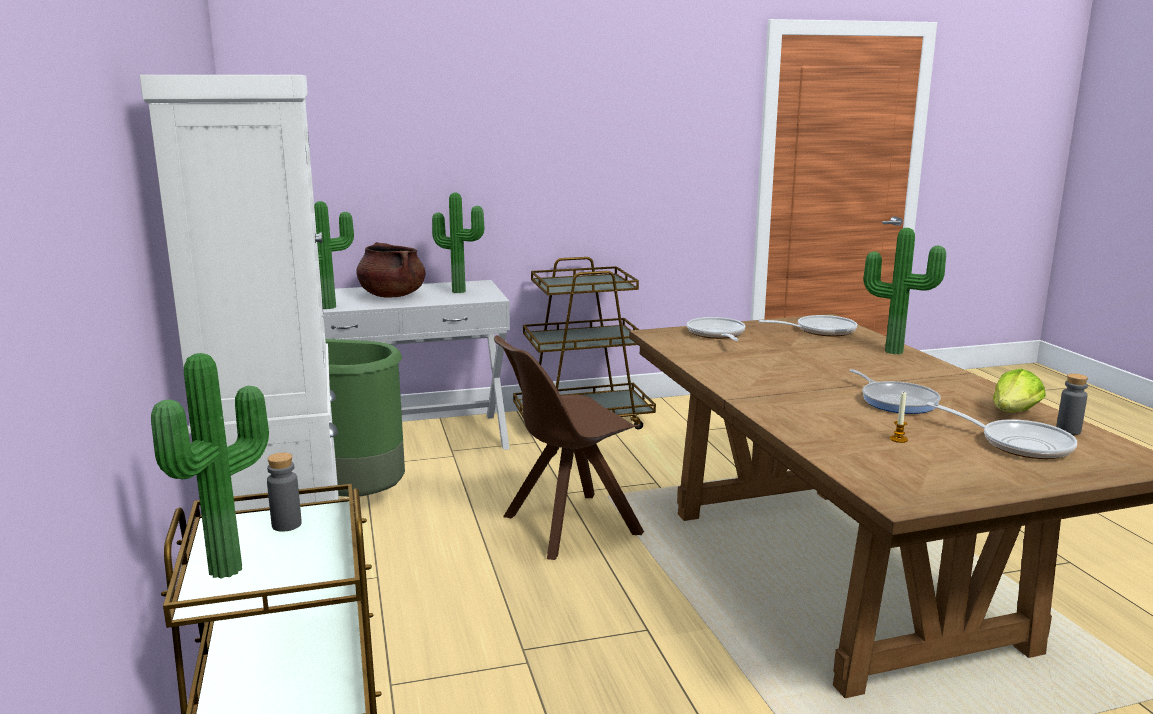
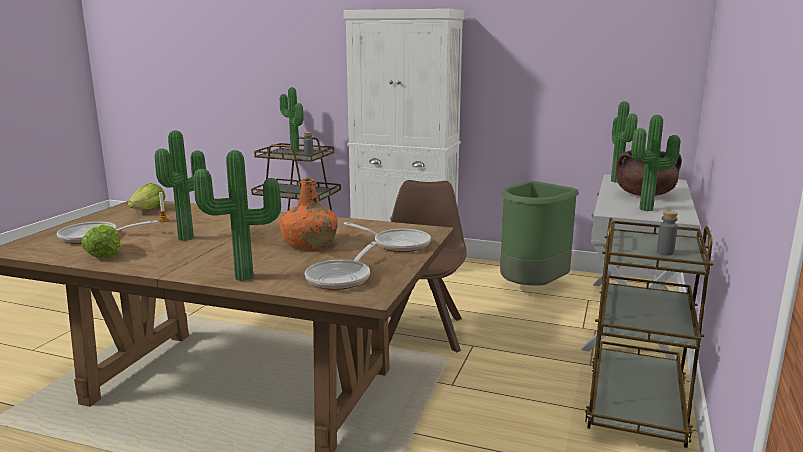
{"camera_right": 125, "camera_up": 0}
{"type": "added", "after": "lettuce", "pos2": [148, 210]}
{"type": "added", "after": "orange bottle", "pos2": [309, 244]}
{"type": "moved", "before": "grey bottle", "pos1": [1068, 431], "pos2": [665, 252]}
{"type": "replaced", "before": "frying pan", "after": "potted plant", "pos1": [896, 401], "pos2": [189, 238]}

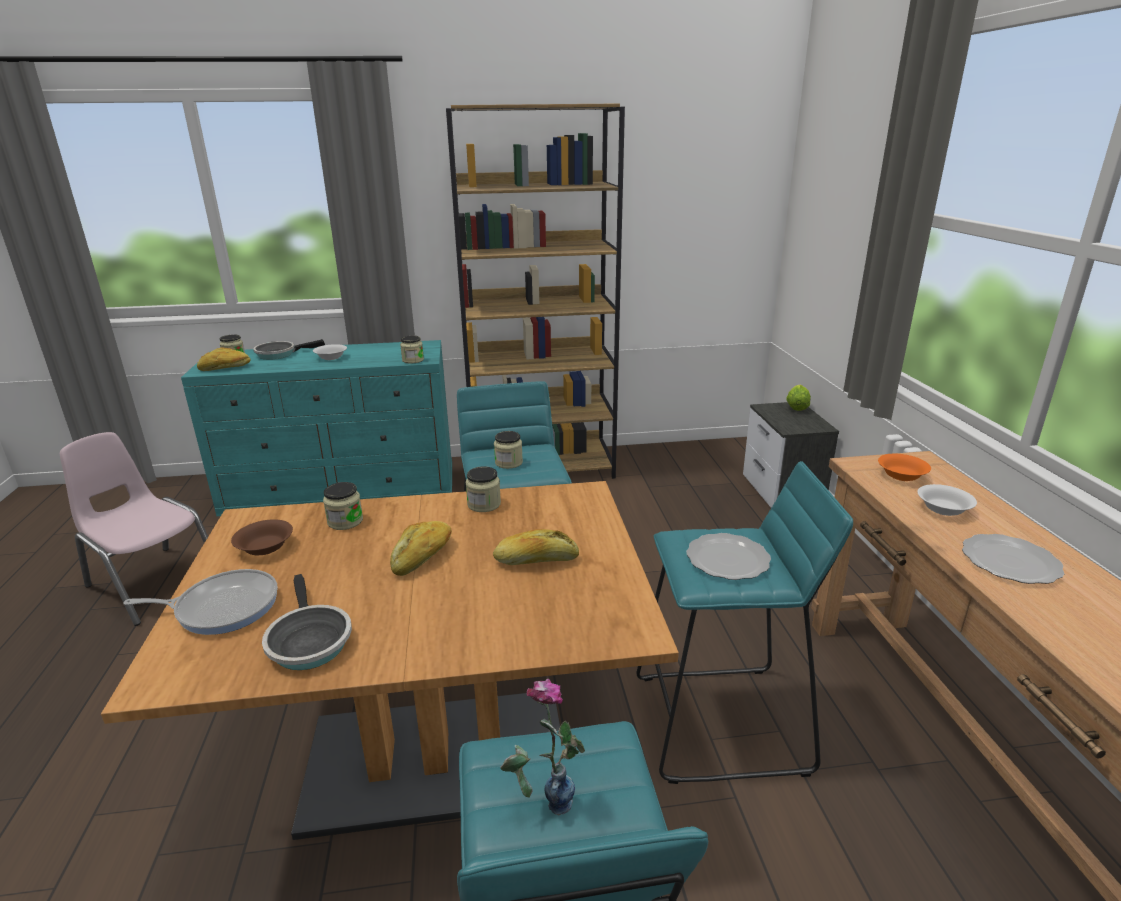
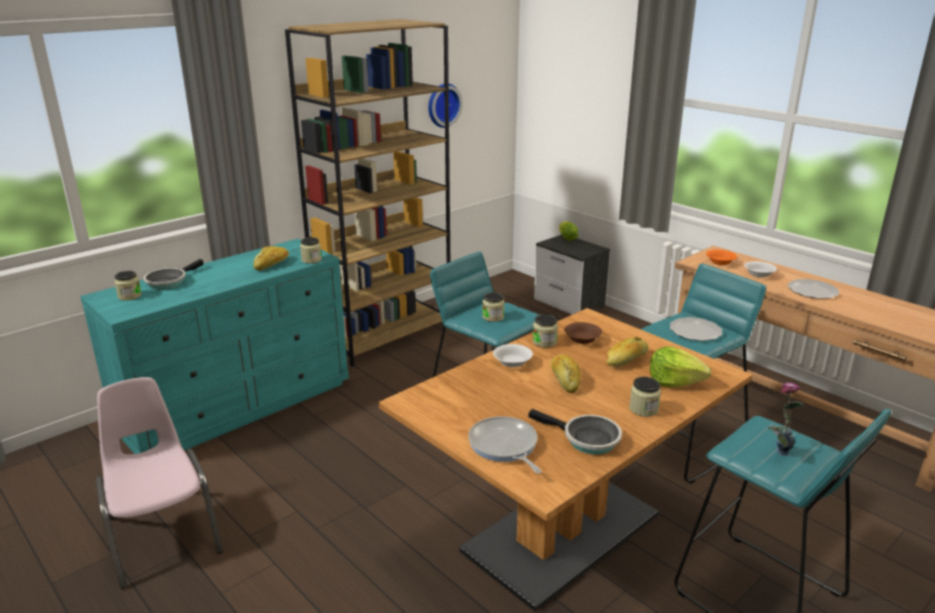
{"camera_right": -35, "camera_up": 0}
{"type": "added", "after": "wall clock", "pos2": [442, 105]}
{"type": "added", "after": "lettuce", "pos2": [674, 381]}
{"type": "moved", "before": "bread", "pos1": [225, 368], "pos2": [272, 264]}
{"type": "moved", "before": "brown bowl", "pos1": [266, 548], "pos2": [583, 339]}
{"type": "moved", "before": "white bowl", "pos1": [330, 358], "pos2": [512, 363]}
{"type": "moved", "before": "jar", "pos1": [345, 521], "pos2": [643, 409]}
{"type": "turned", "before": "pink chair", "pos1": [155, 582], "pos2": [163, 535], "turn": 60}
{"type": "turned", "before": "frying pan", "pos1": [222, 607], "pos2": [504, 446], "turn": -75}

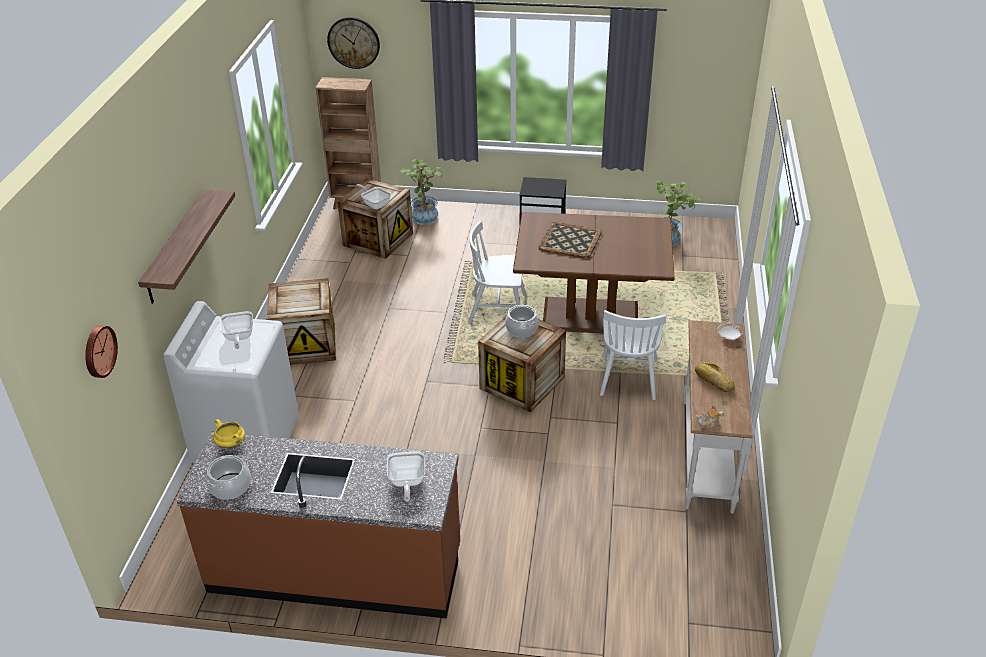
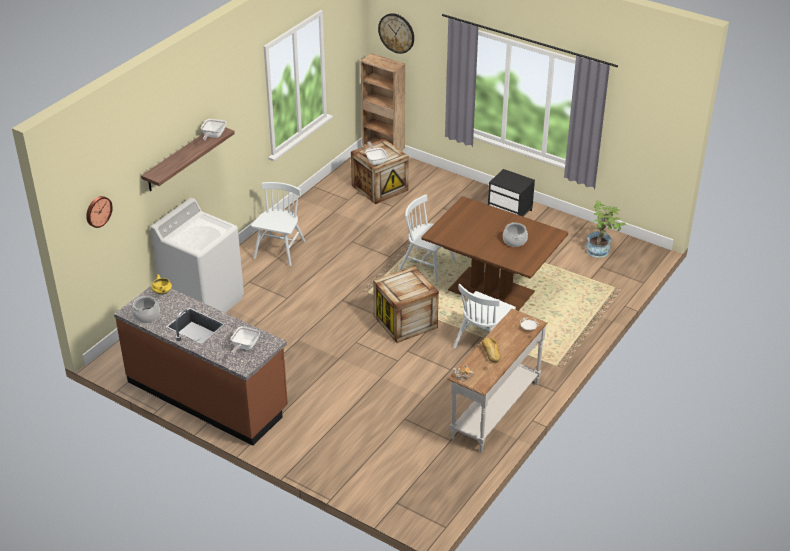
{"camera_right": 25, "camera_up": 0}
{"type": "removed", "before": "potted plant", "pos1": [424, 215]}
{"type": "removed", "before": "tray", "pos1": [569, 240]}
{"type": "moved", "before": "frying pan", "pos1": [238, 338], "pos2": [213, 136]}
{"type": "moved", "before": "cooking pot", "pos1": [522, 329], "pos2": [515, 241]}
{"type": "replaced", "before": "crate", "after": "white chair", "pos1": [306, 344], "pos2": [280, 250]}

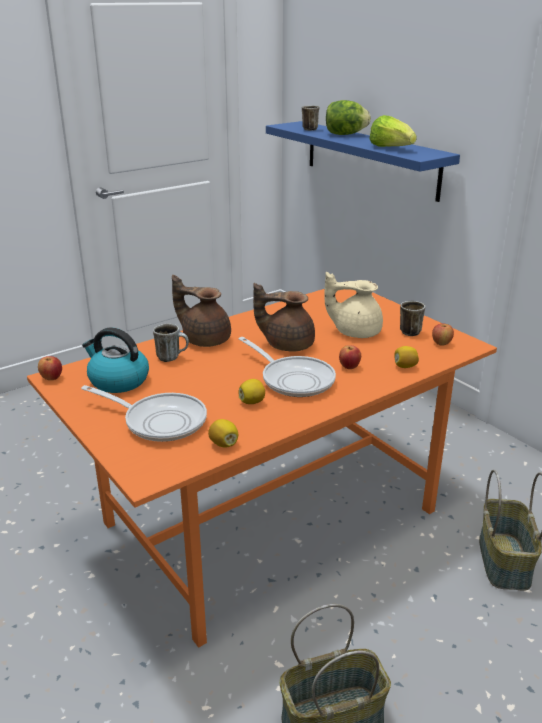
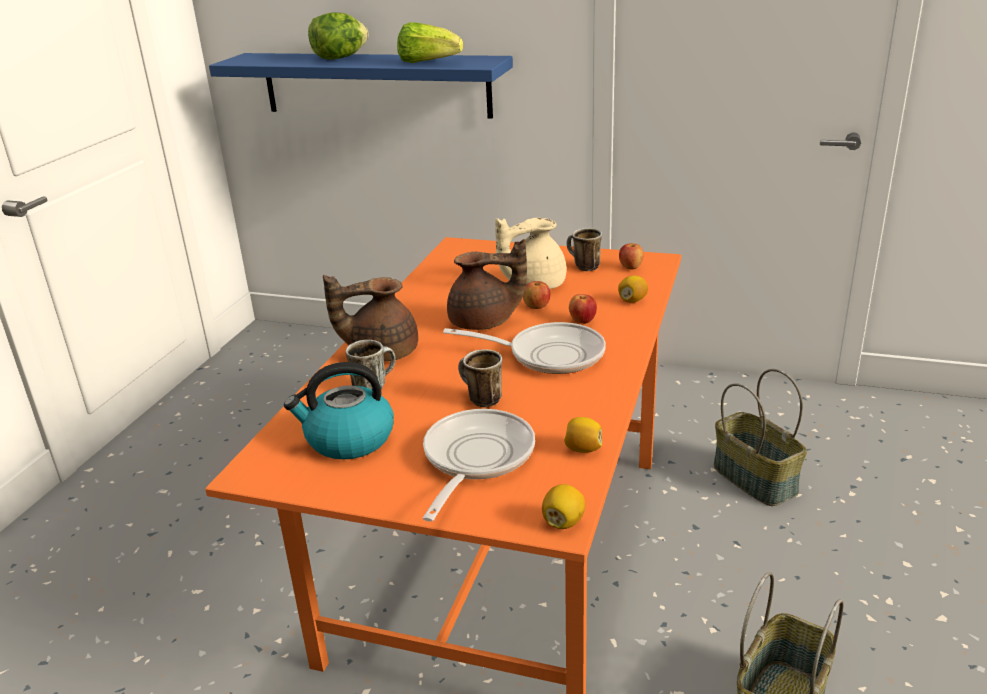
{"camera_right": -35, "camera_up": 0}
{"type": "moved", "before": "apple", "pos1": [51, 378], "pos2": [536, 307]}
{"type": "moved", "before": "lemon", "pos1": [252, 402], "pos2": [563, 522]}
{"type": "moved", "before": "mug", "pos1": [308, 129], "pos2": [479, 399]}
{"type": "turned", "before": "frying pan", "pos1": [160, 421], "pos2": [475, 459], "turn": -60}
{"type": "turned", "before": "brown teapot", "pos1": [287, 344], "pos2": [484, 323], "turn": -150}

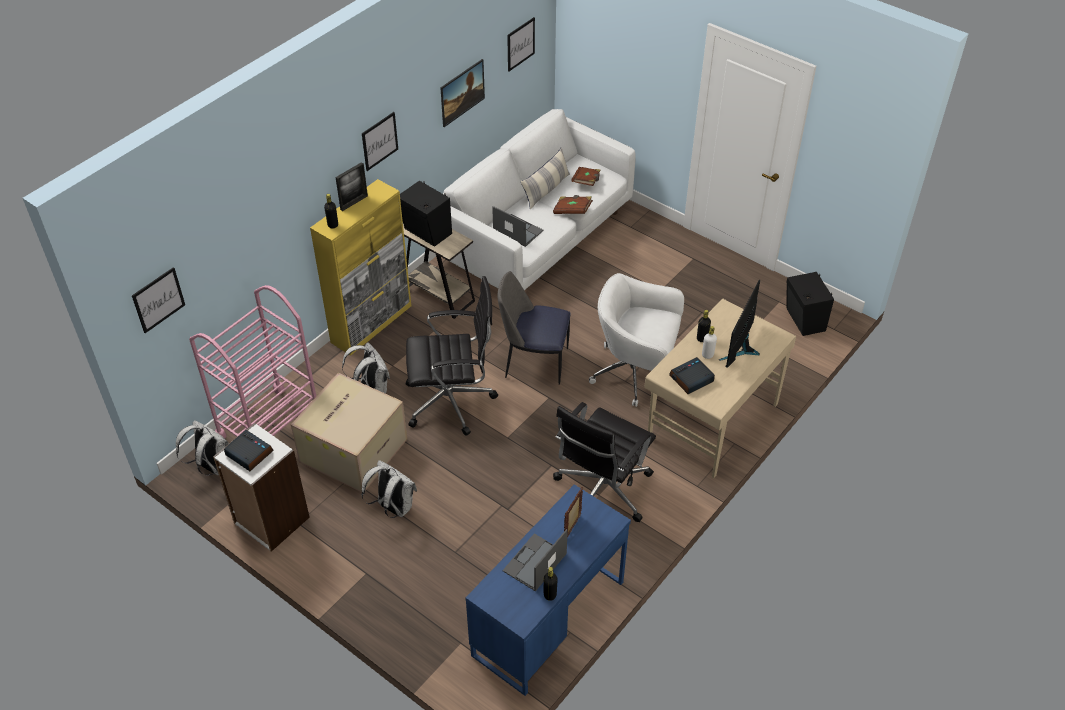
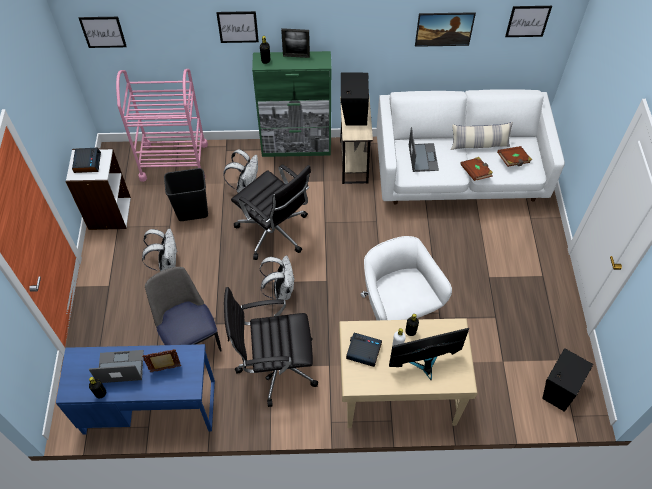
{"camera_right": 50, "camera_up": 10}
{"type": "moved", "before": "white backpack", "pos1": [211, 466], "pos2": [280, 290]}
{"type": "moved", "before": "picture", "pos1": [379, 141], "pos2": [238, 27]}
{"type": "moved", "before": "chair", "pos1": [534, 362], "pos2": [190, 340]}
{"type": "replaced", "before": "cardboard box", "after": "black trash can", "pos1": [353, 449], "pos2": [192, 211]}
{"type": "recoloured", "before": "yellow cabinet", "after": "green cabinet", "pos1": [372, 324], "pos2": [296, 148]}

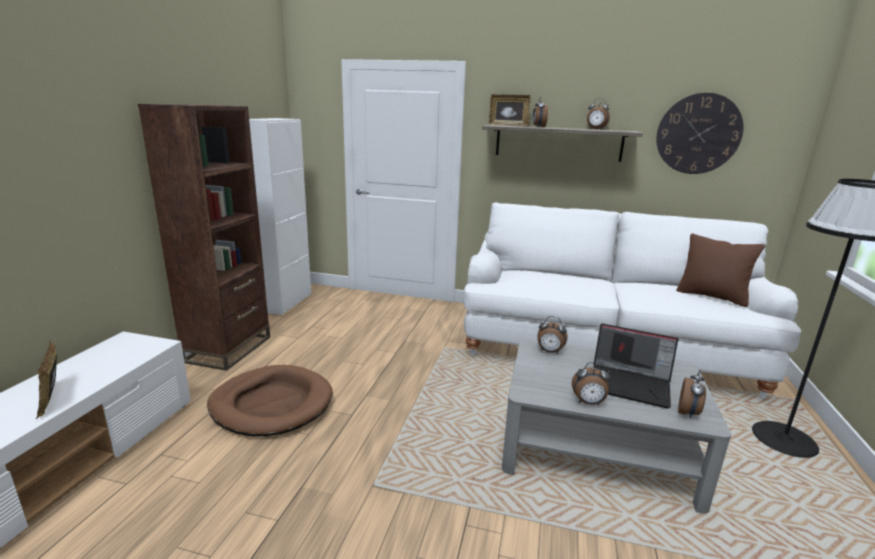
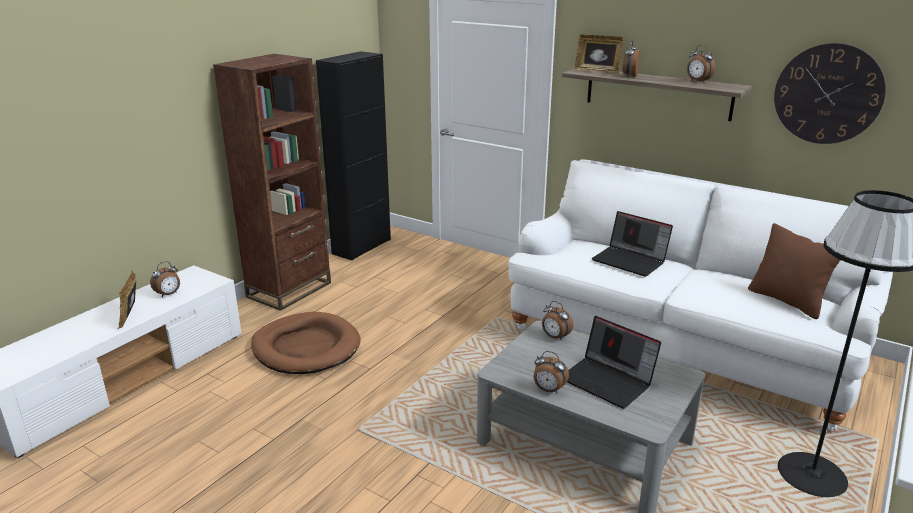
{"camera_right": 20, "camera_up": 5}
{"type": "added", "after": "laptop", "pos2": [630, 261]}
{"type": "moved", "before": "alarm clock", "pos1": [688, 413], "pos2": [168, 294]}
{"type": "recoloured", "before": "white cabinet", "after": "black cabinet", "pos1": [286, 302], "pos2": [361, 247]}

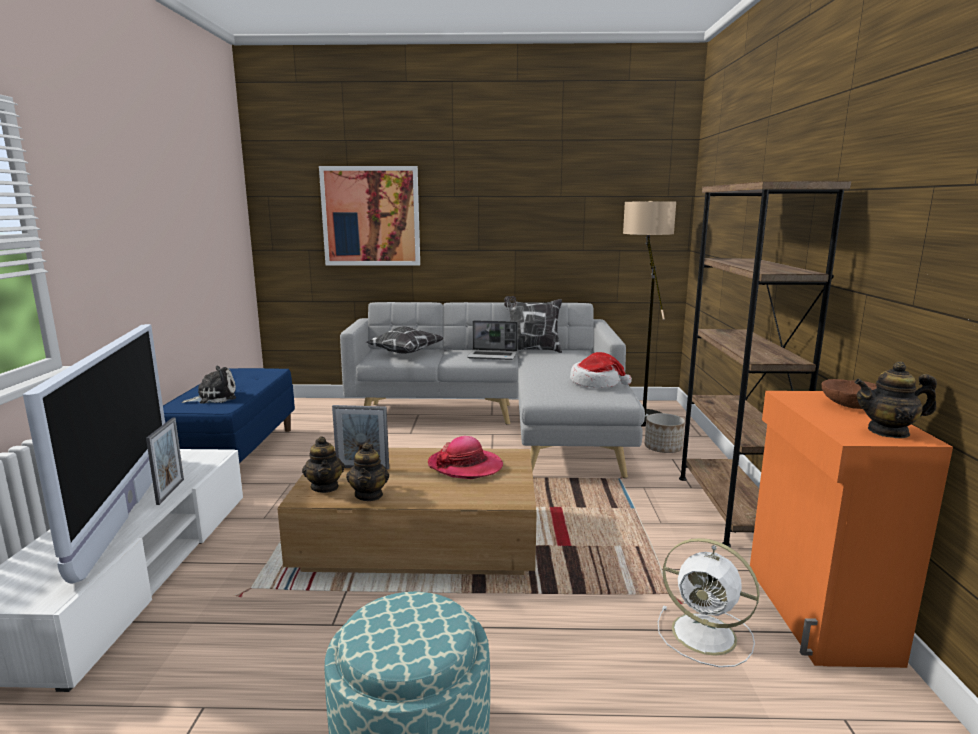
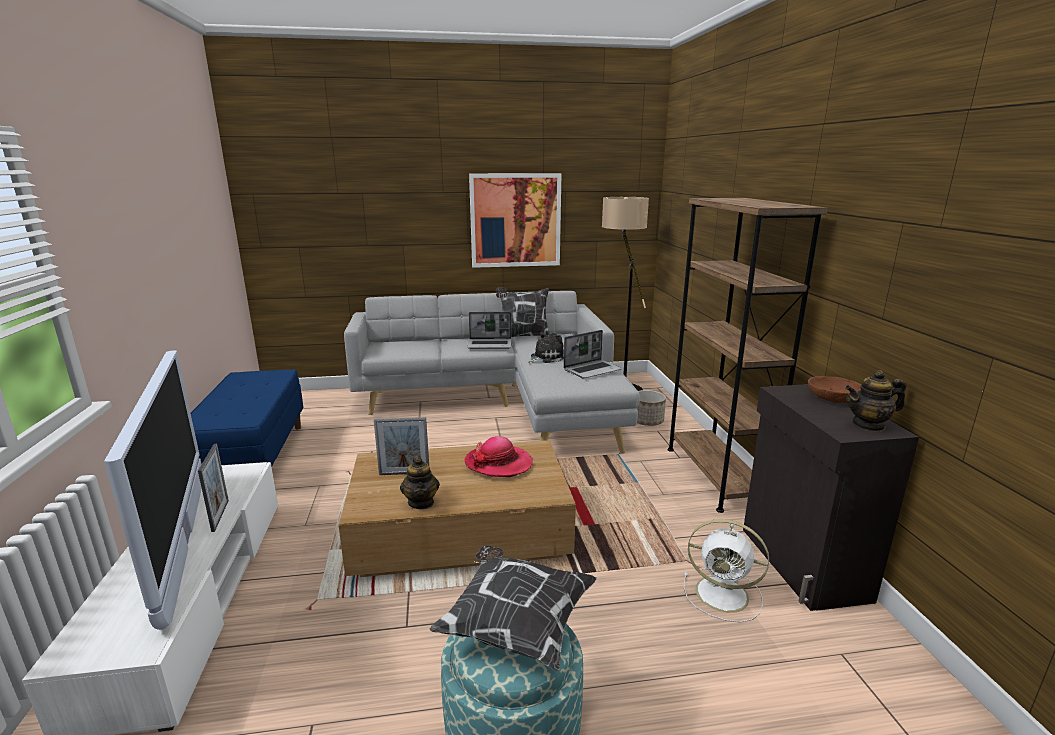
{"camera_right": -10, "camera_up": 5}
{"type": "removed", "before": "teapot", "pos1": [325, 487]}
{"type": "moved", "before": "plush toy", "pos1": [214, 397], "pos2": [546, 358]}
{"type": "moved", "before": "picture", "pos1": [371, 216], "pos2": [515, 220]}
{"type": "moved", "before": "pillow", "pos1": [405, 353], "pos2": [515, 624]}
{"type": "replaced", "before": "hat", "after": "laptop", "pos1": [596, 383], "pos2": [592, 370]}
{"type": "recoloured", "before": "orange cabinet", "after": "black cabinet", "pos1": [816, 613], "pos2": [802, 564]}

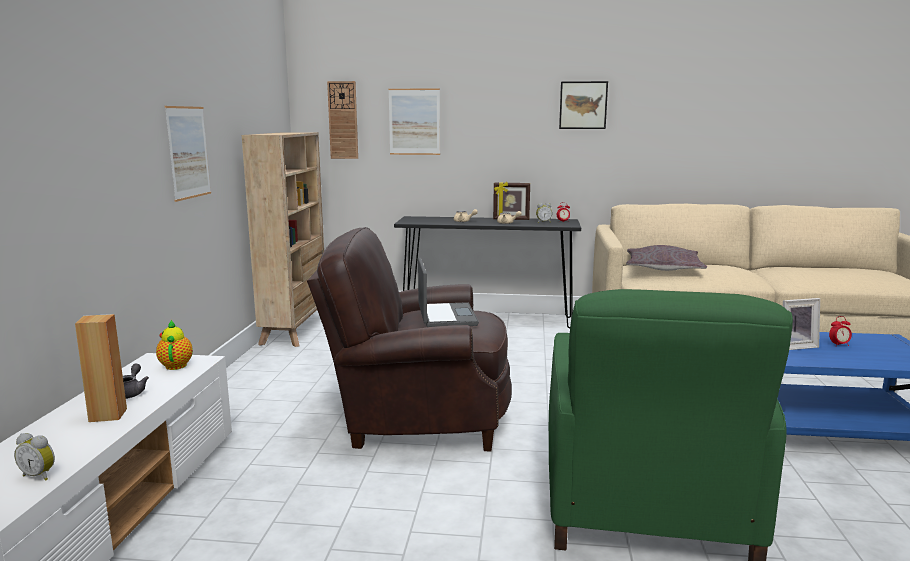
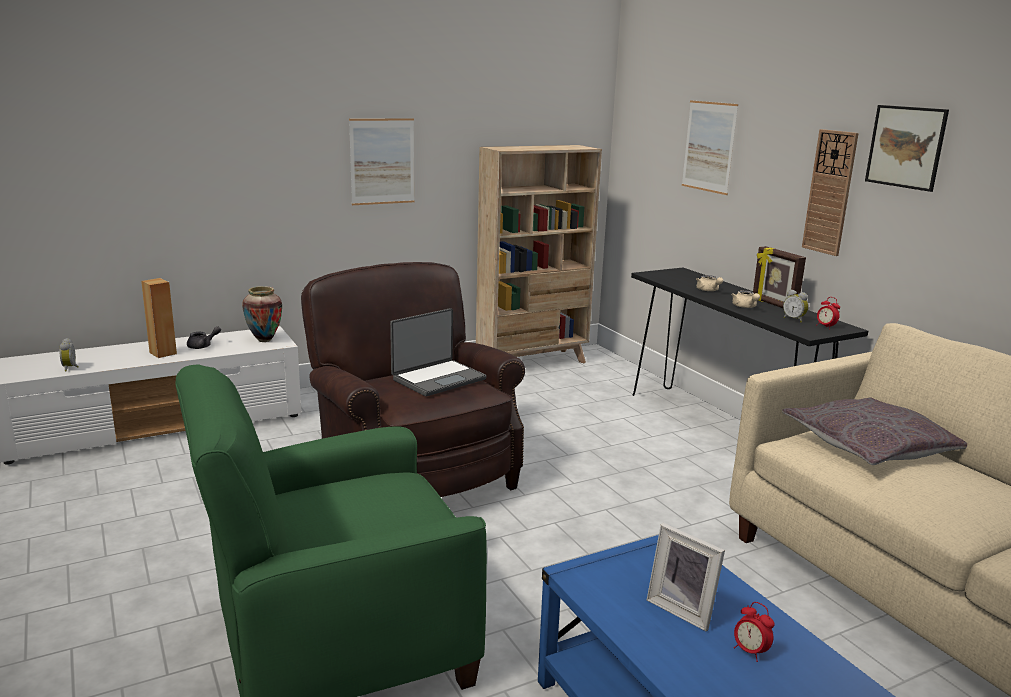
{"camera_right": 55, "camera_up": 5}
{"type": "moved", "before": "wall clock", "pos1": [343, 120], "pos2": [830, 192]}
{"type": "replaced", "before": "teapot", "after": "vase", "pos1": [176, 365], "pos2": [264, 340]}

